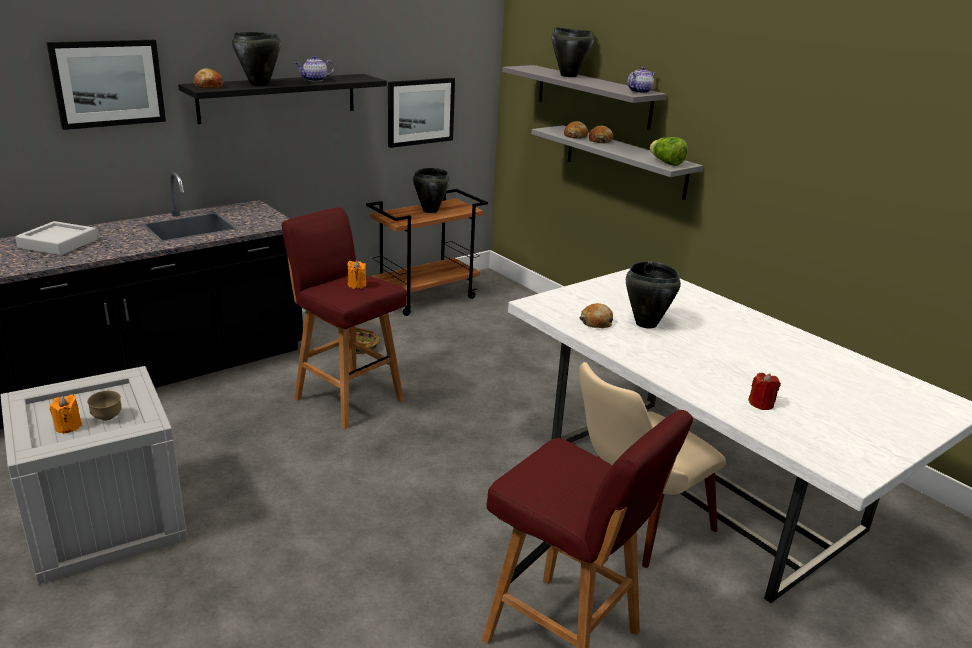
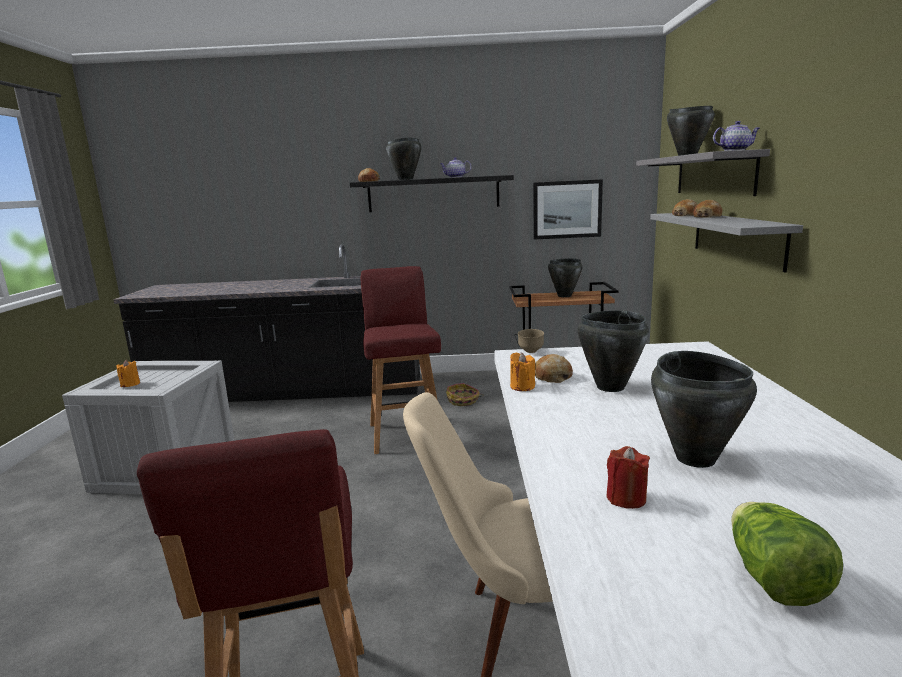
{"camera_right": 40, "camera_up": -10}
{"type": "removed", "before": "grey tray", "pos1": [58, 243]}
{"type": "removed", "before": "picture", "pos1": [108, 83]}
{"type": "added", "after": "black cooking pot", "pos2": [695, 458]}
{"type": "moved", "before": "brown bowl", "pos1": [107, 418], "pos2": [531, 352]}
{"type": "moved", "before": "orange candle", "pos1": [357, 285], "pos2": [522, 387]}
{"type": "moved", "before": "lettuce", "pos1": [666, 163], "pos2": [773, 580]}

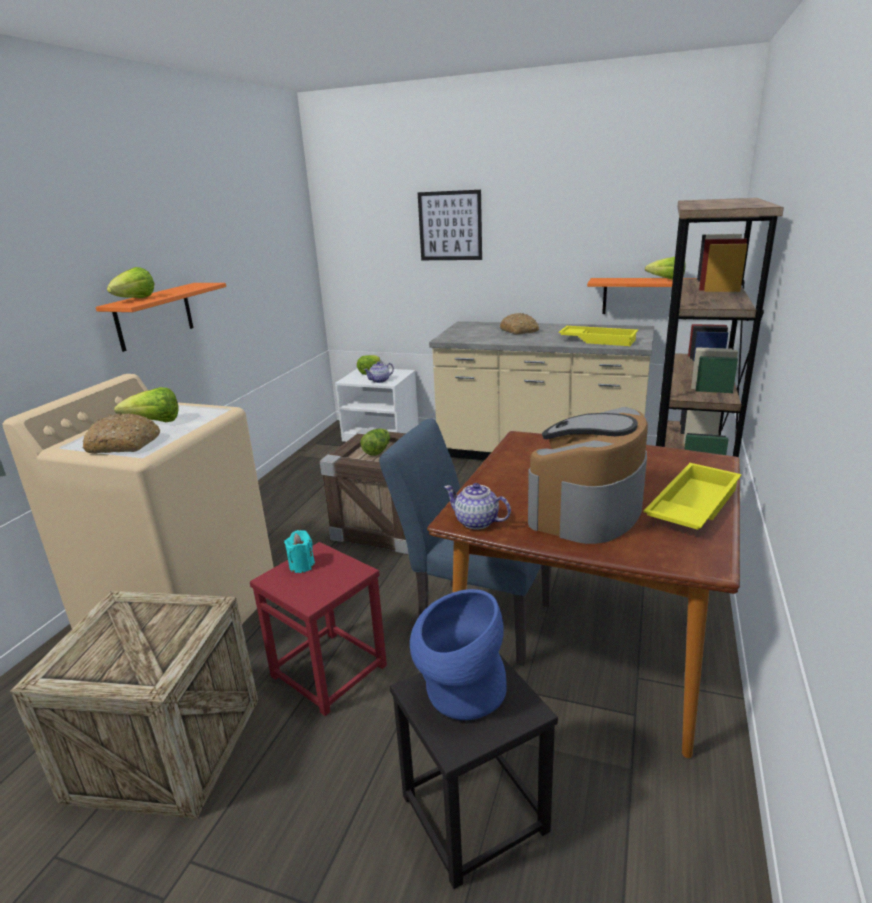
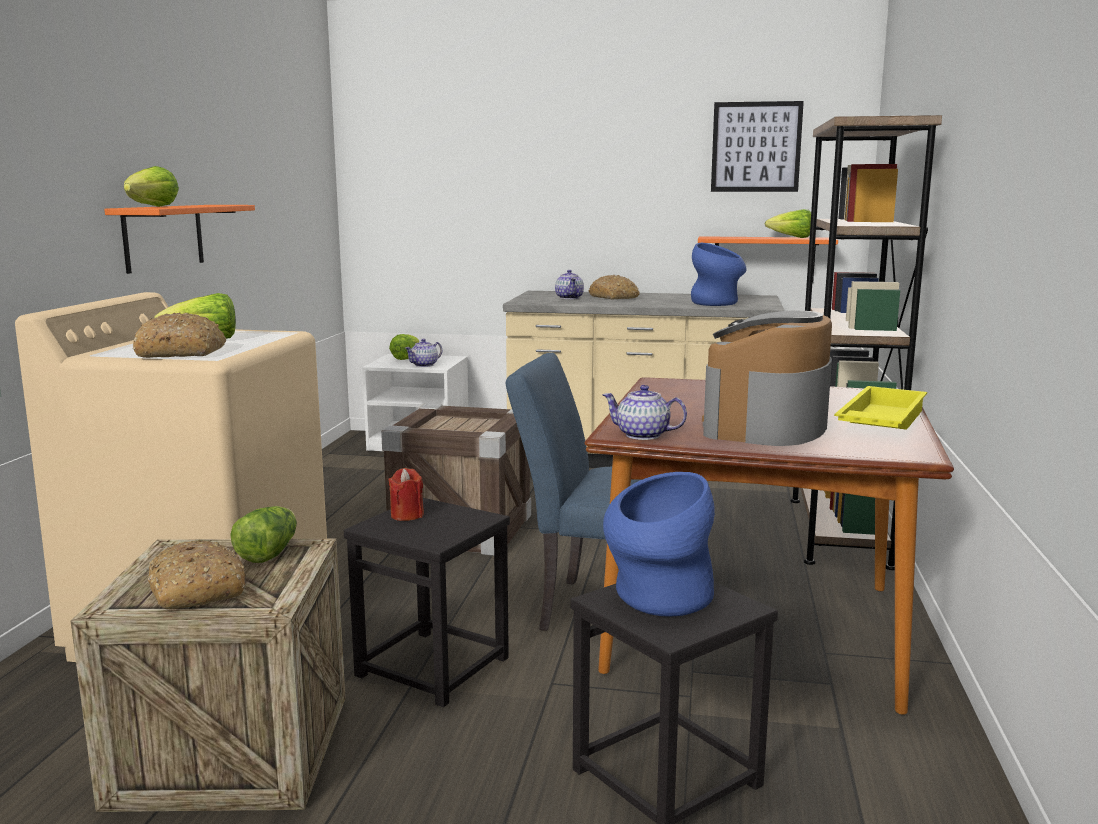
{"camera_right": -10, "camera_up": -10}
{"type": "added", "after": "bread", "pos2": [195, 590]}
{"type": "added", "after": "teapot", "pos2": [569, 298]}
{"type": "moved", "before": "lettuce", "pos1": [377, 450], "pos2": [268, 552]}
{"type": "moved", "before": "picture", "pos1": [450, 226], "pos2": [756, 147]}
{"type": "replaced", "before": "yellow tray", "after": "blue vase", "pos1": [598, 340], "pos2": [717, 304]}
{"type": "recoloured", "before": "red stool", "after": "black stool", "pos1": [330, 670], "pos2": [434, 666]}
{"type": "recoloured", "before": "turquoise candle", "after": "red candle", "pos1": [302, 565], "pos2": [407, 515]}

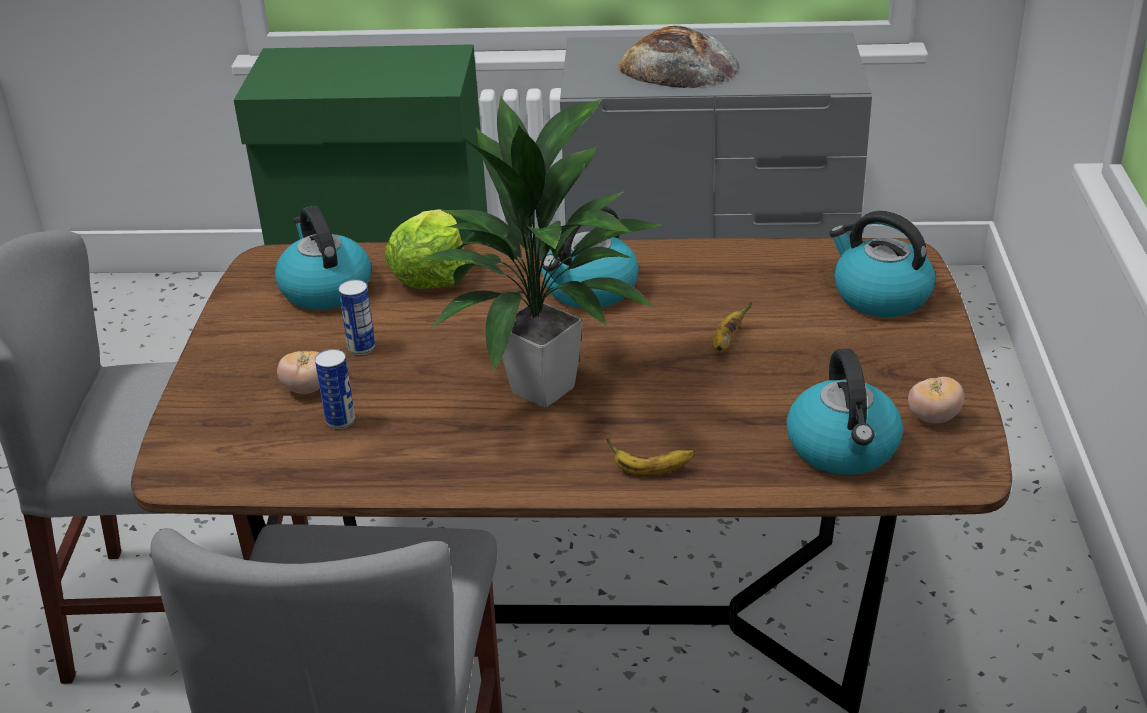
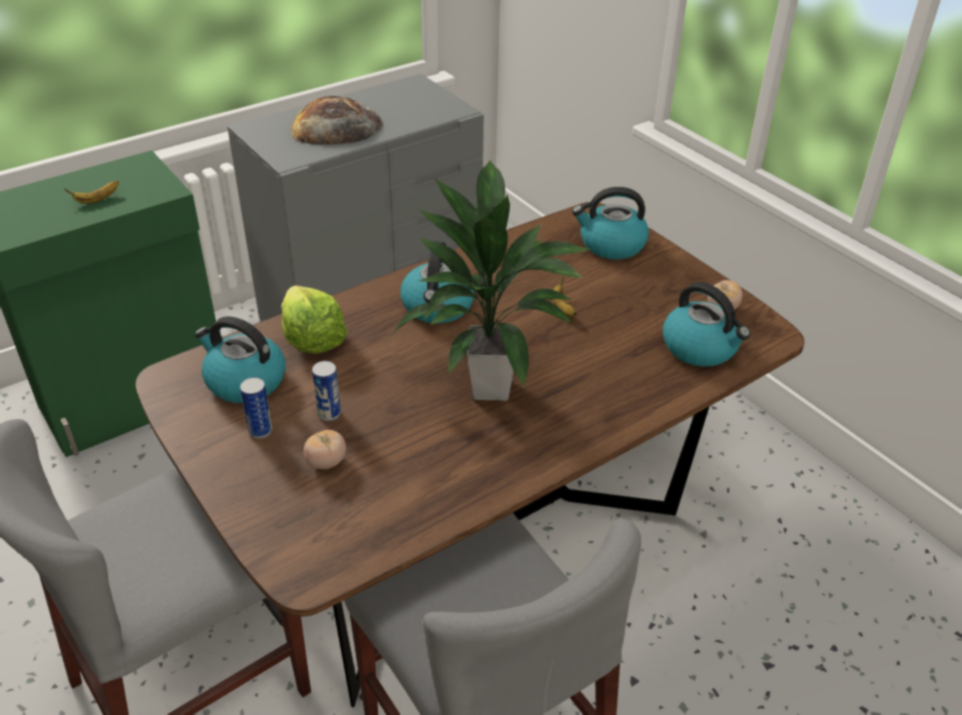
{"camera_right": -40, "camera_up": 5}
{"type": "moved", "before": "can", "pos1": [340, 421], "pos2": [260, 431]}
{"type": "moved", "before": "banana", "pos1": [650, 471], "pos2": [97, 200]}

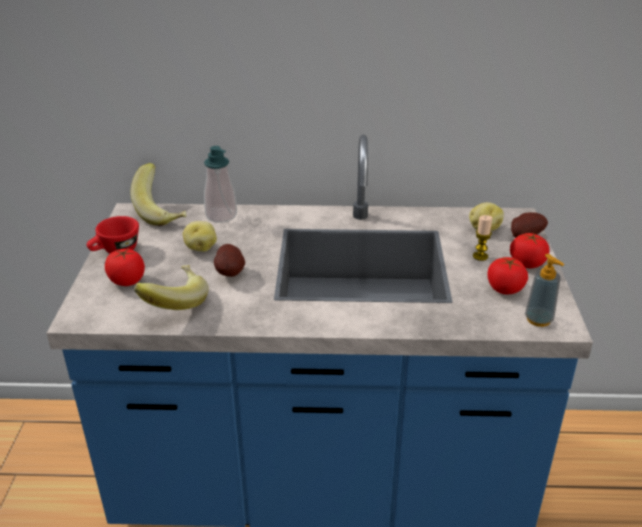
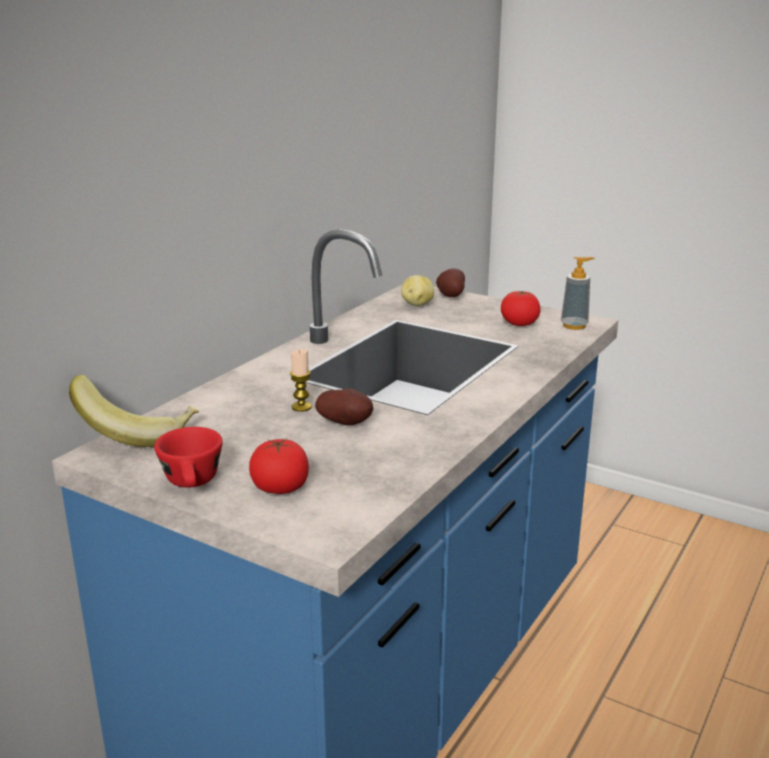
{"camera_right": -60, "camera_up": -10}
{"type": "removed", "before": "banana", "pos1": [173, 302]}
{"type": "removed", "before": "potato", "pos1": [201, 247]}
{"type": "removed", "before": "soap dispenser", "pos1": [221, 215]}
{"type": "removed", "before": "tomato", "pos1": [527, 263]}
{"type": "moved", "before": "candle", "pos1": [480, 256], "pos2": [301, 407]}

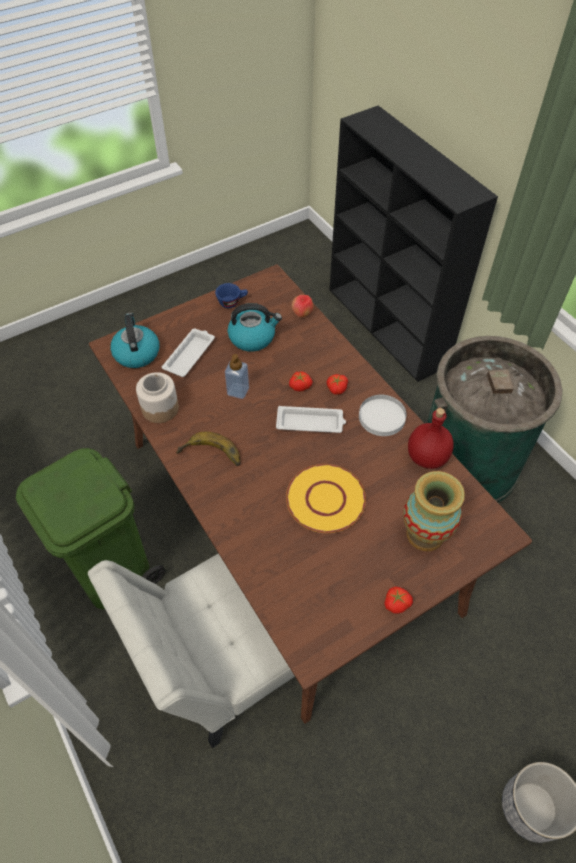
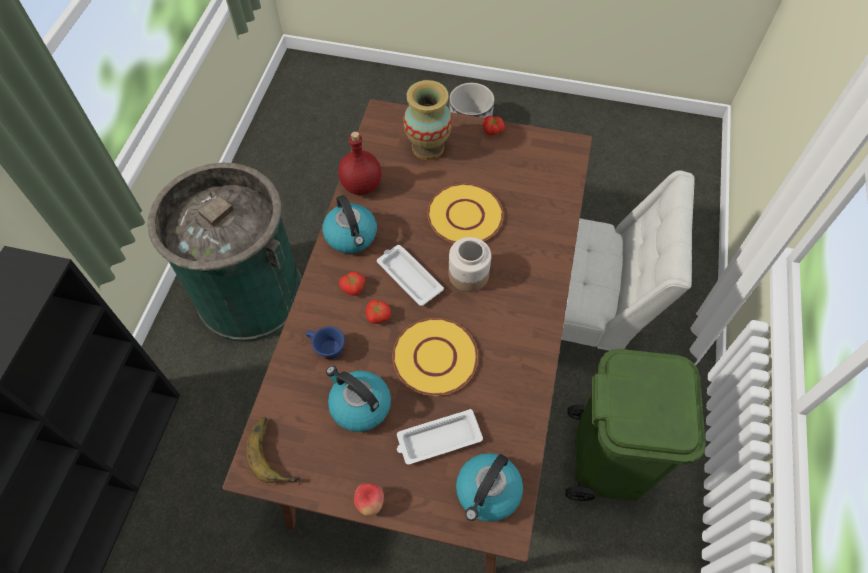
{"camera_right": -135, "camera_up": 5}
{"type": "moved", "before": "jar", "pos1": [160, 408], "pos2": [468, 275]}
{"type": "moved", "before": "banana", "pos1": [210, 457], "pos2": [276, 451]}
{"type": "moved", "before": "blue cup", "pos1": [232, 302], "pos2": [326, 348]}
{"type": "moved", "before": "apple", "pos1": [302, 314], "pos2": [370, 503]}
{"type": "replaced", "before": "soap dispenser", "after": "yellow plate", "pos1": [238, 391], "pos2": [434, 357]}
{"type": "replaced", "before": "white plate", "after": "kettle", "pos1": [382, 417], "pos2": [351, 236]}

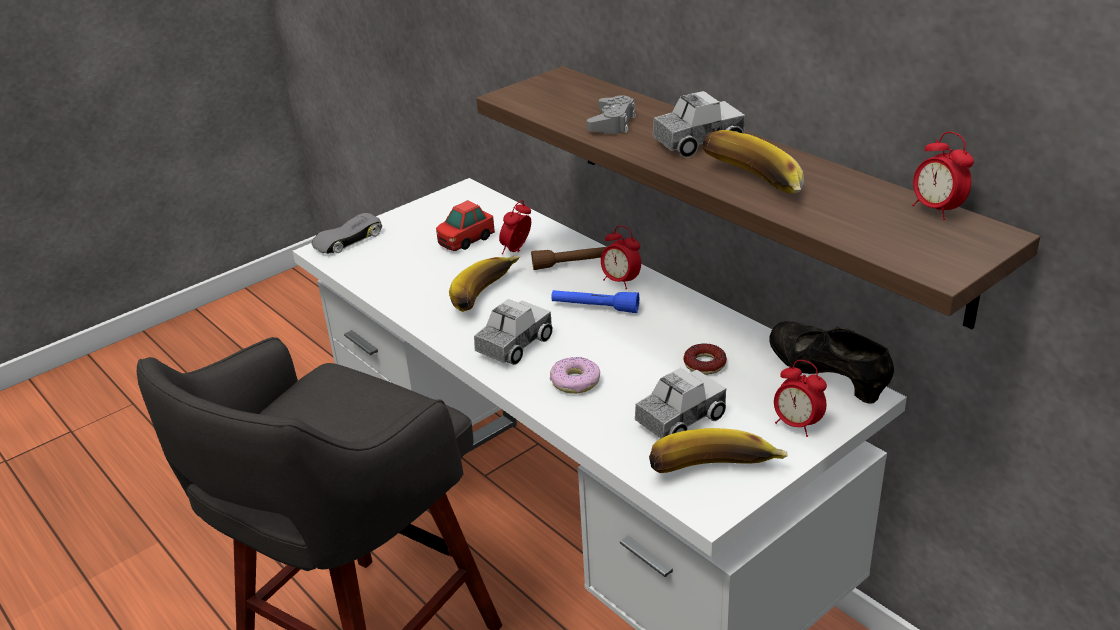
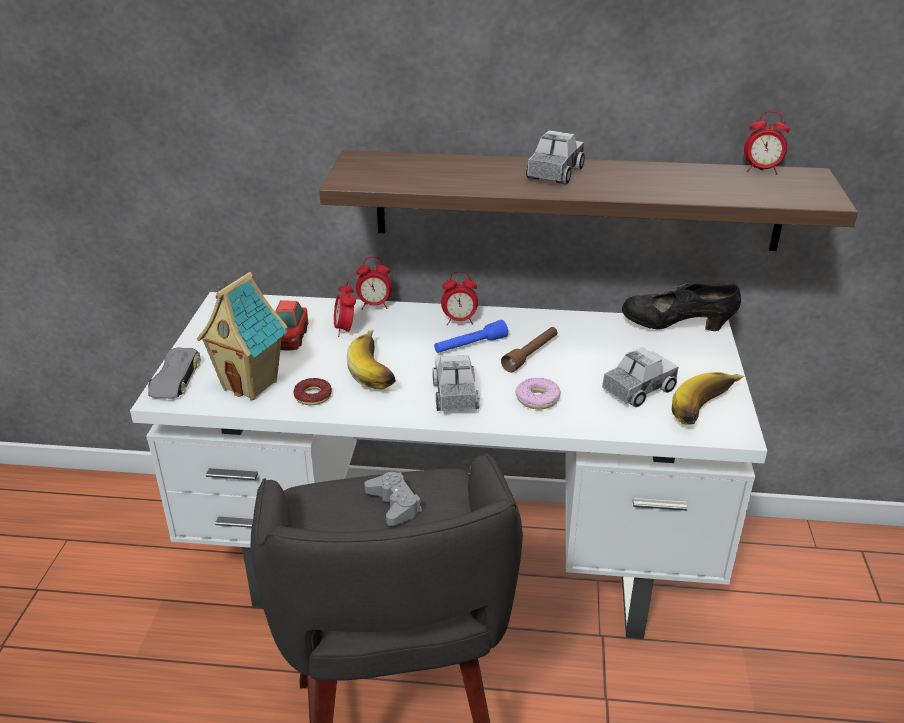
{"camera_right": -45, "camera_up": 0}
{"type": "removed", "before": "banana", "pos1": [749, 184]}
{"type": "added", "after": "toy house", "pos2": [252, 385]}
{"type": "moved", "before": "brown flashlight", "pos1": [573, 264], "pos2": [531, 355]}
{"type": "moved", "before": "grey game controller", "pos1": [612, 123], "pos2": [394, 504]}
{"type": "moved", "before": "donut", "pos1": [704, 364], "pos2": [313, 396]}
{"type": "moved", "before": "alarm clock", "pos1": [797, 425], "pos2": [374, 306]}
{"type": "turned", "before": "toy truck", "pos1": [680, 419], "pos2": [638, 390], "turn": 45}

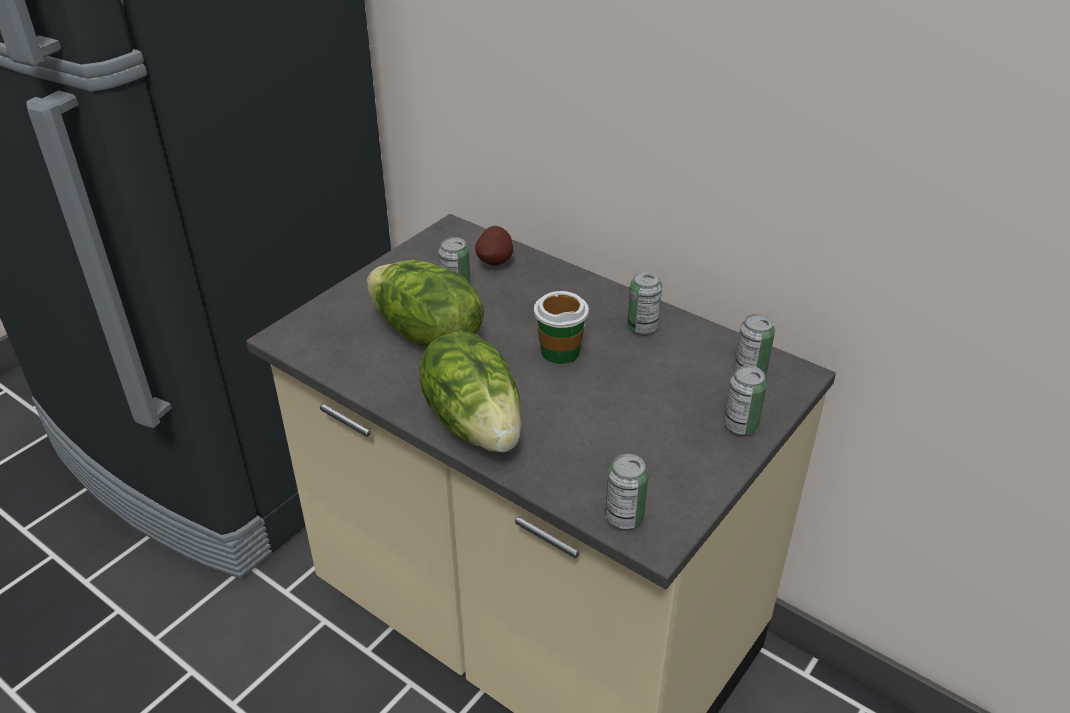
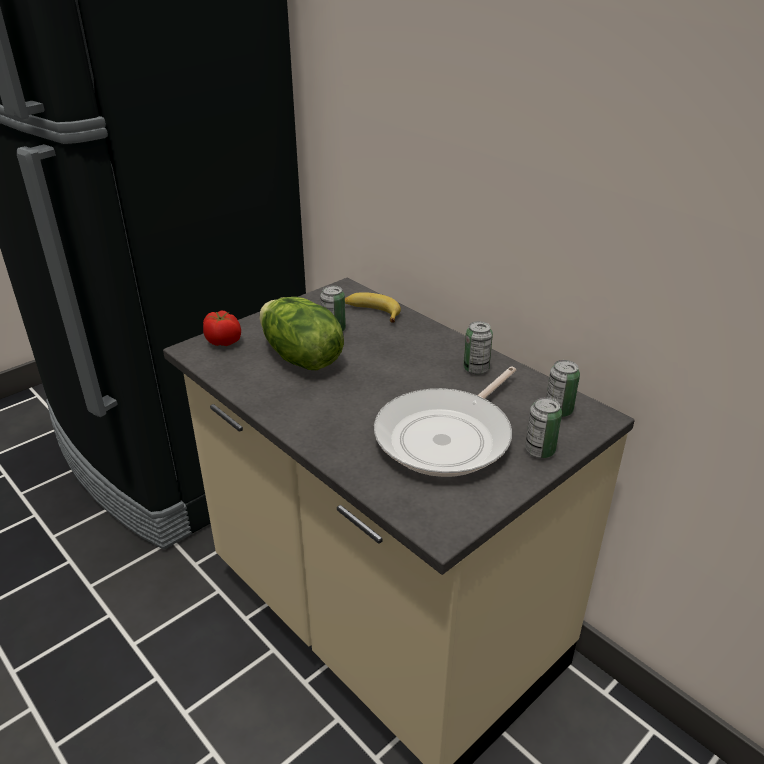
{"camera_right": 10, "camera_up": -5}
{"type": "removed", "before": "lettuce", "pos1": [475, 422]}
{"type": "removed", "before": "cup", "pos1": [560, 351]}
{"type": "removed", "before": "can", "pos1": [624, 517]}
{"type": "added", "after": "tomato", "pos2": [223, 342]}
{"type": "added", "after": "frying pan", "pos2": [448, 437]}
{"type": "replaced", "before": "potato", "after": "banana", "pos1": [496, 261], "pos2": [372, 312]}

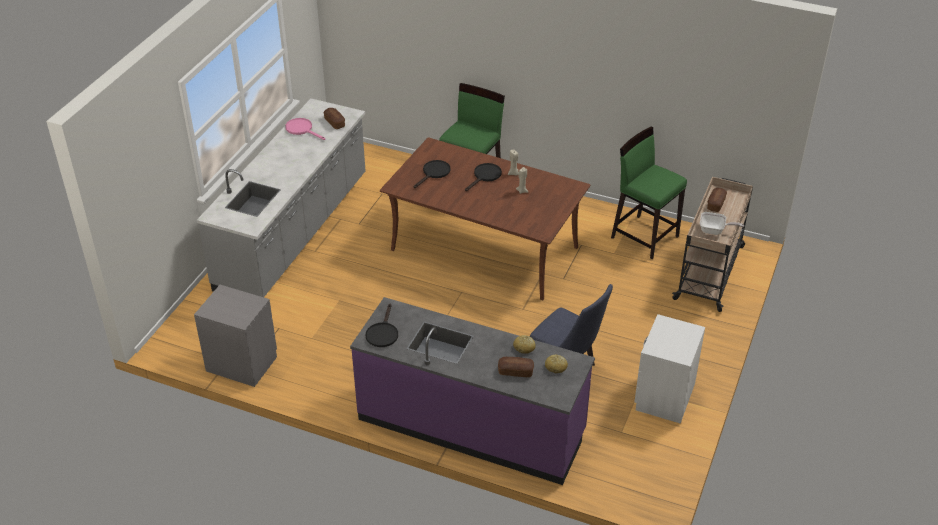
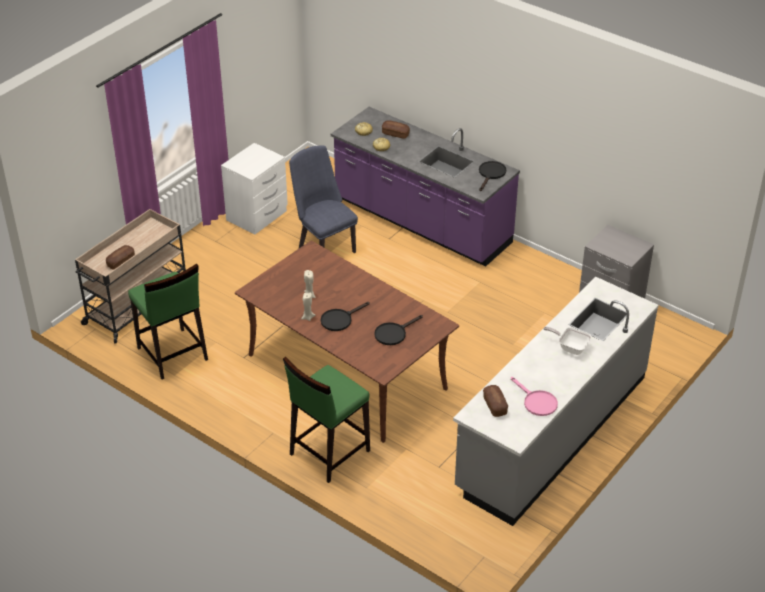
{"camera_right": -165, "camera_up": 0}
{"type": "moved", "before": "frying pan", "pos1": [714, 231], "pos2": [570, 347]}

